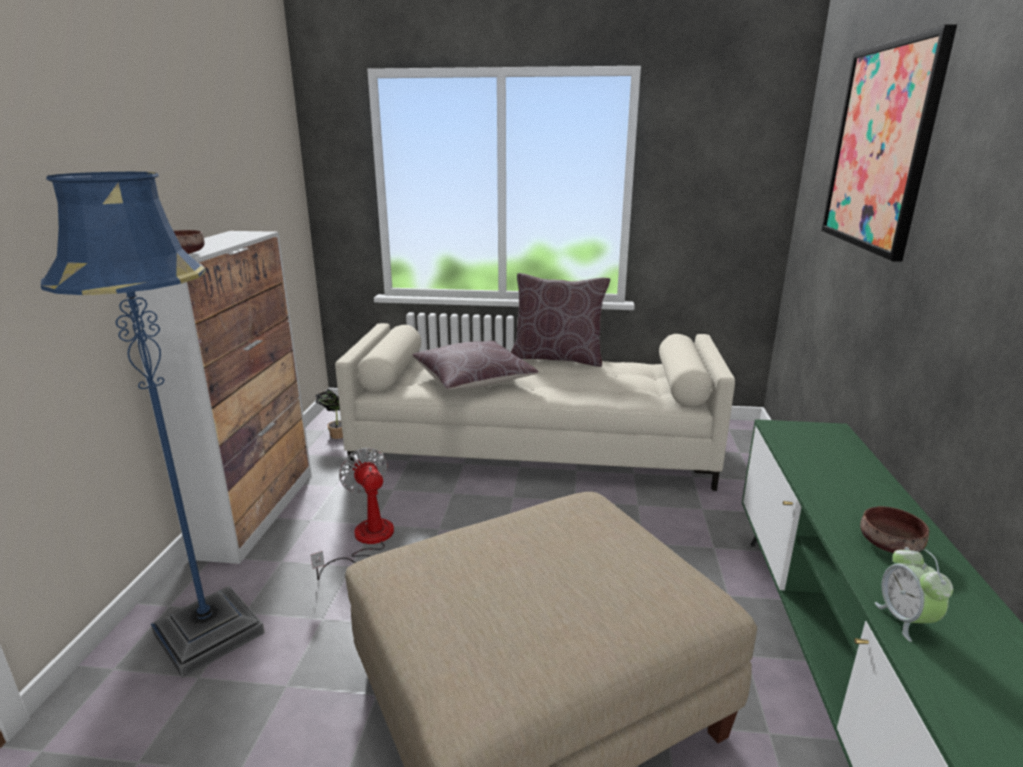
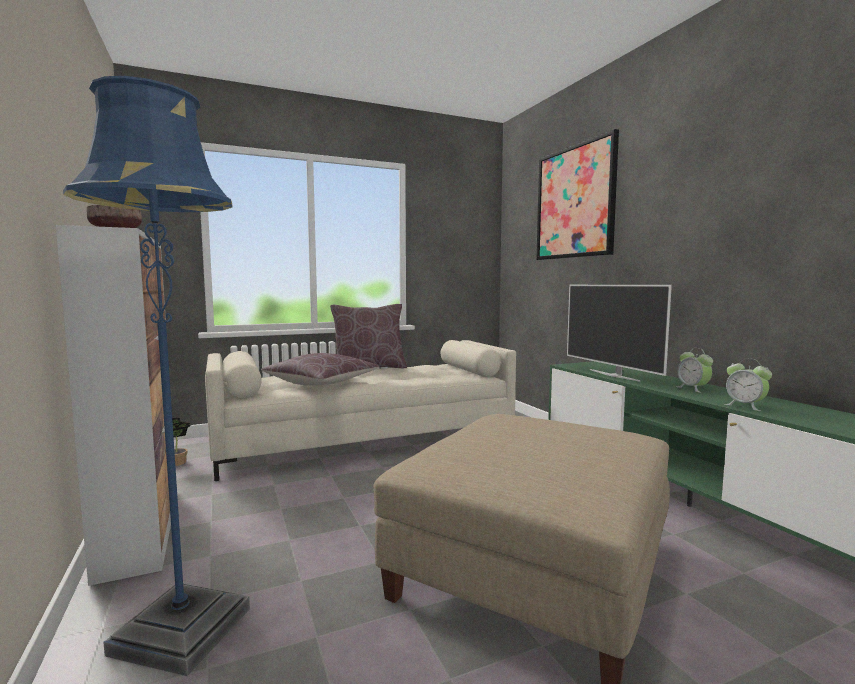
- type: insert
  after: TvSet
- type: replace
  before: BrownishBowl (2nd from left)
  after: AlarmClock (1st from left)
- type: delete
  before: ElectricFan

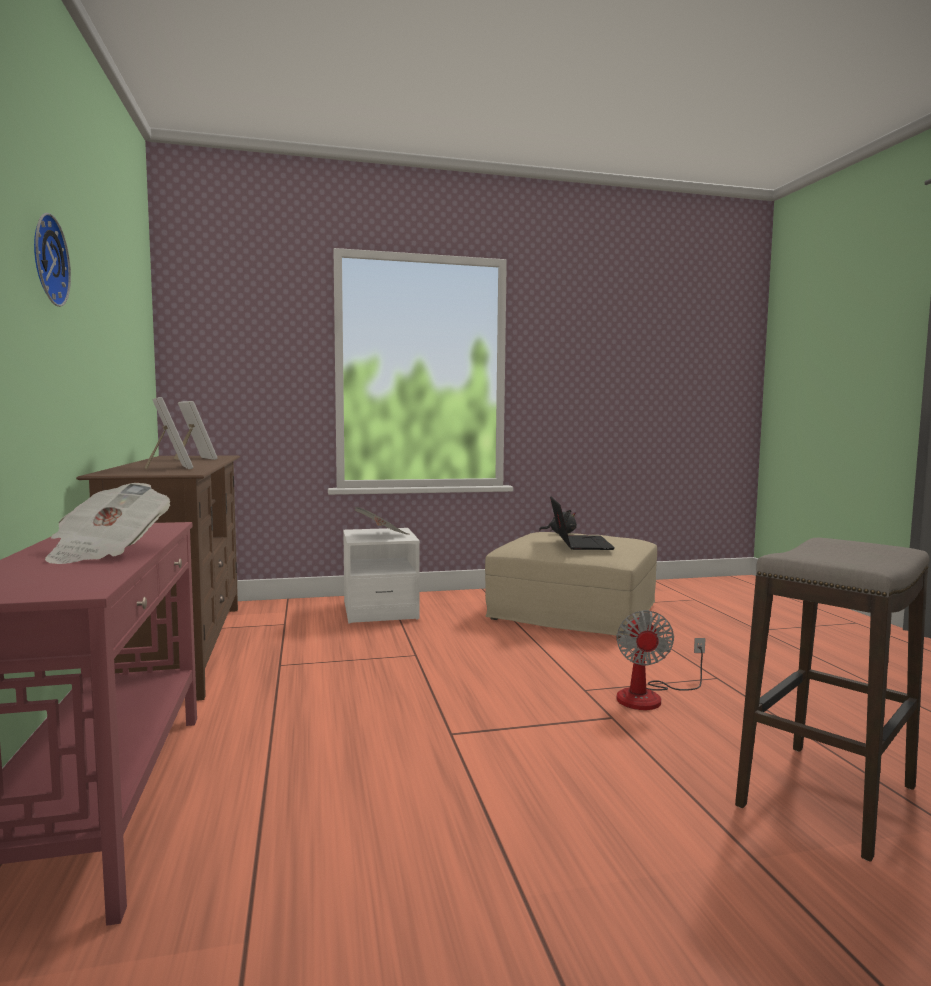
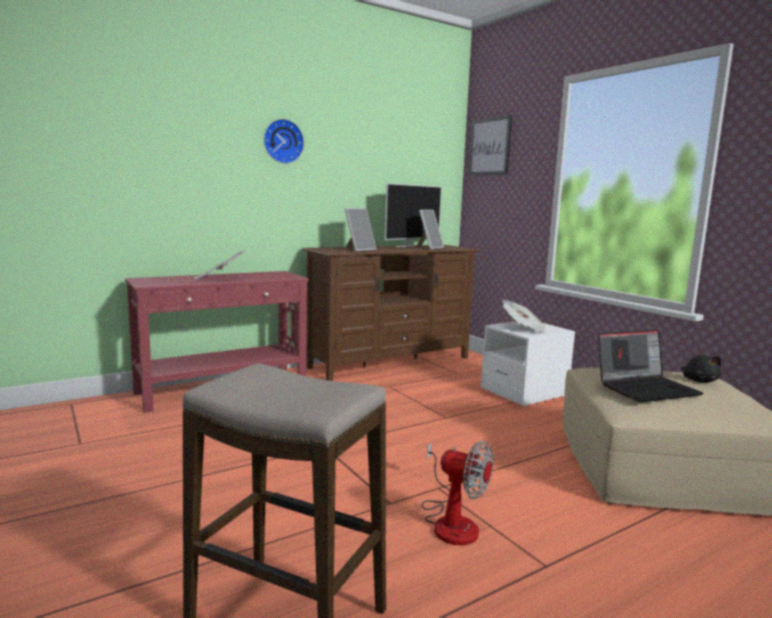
- type: insert
  after: TvSet
- type: rotate
  before: ElectricFan
  turn: -135
- type: insert
  after: Picture

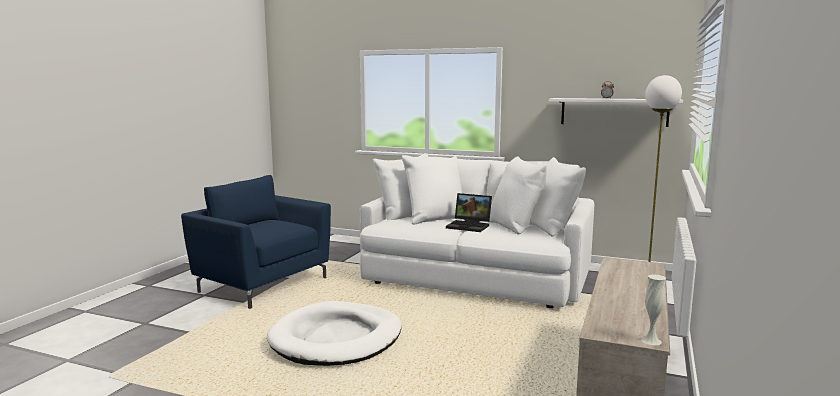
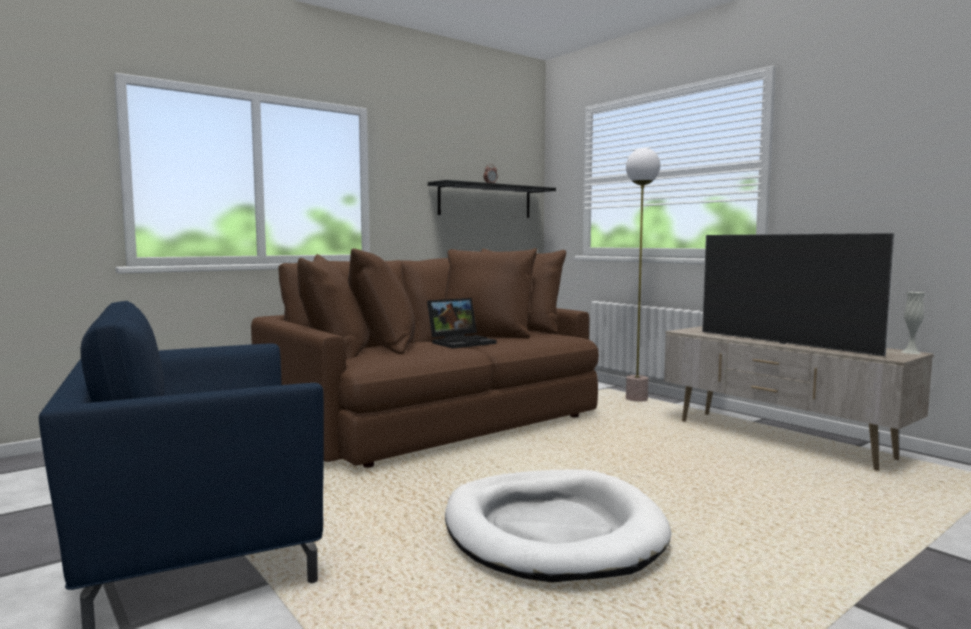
- type: recolor
  before: WhiteSofa
  after: BrownishSofa
- type: recolor
  before: WhiteShelf
  after: BlackShelf
- type: insert
  after: TvSet

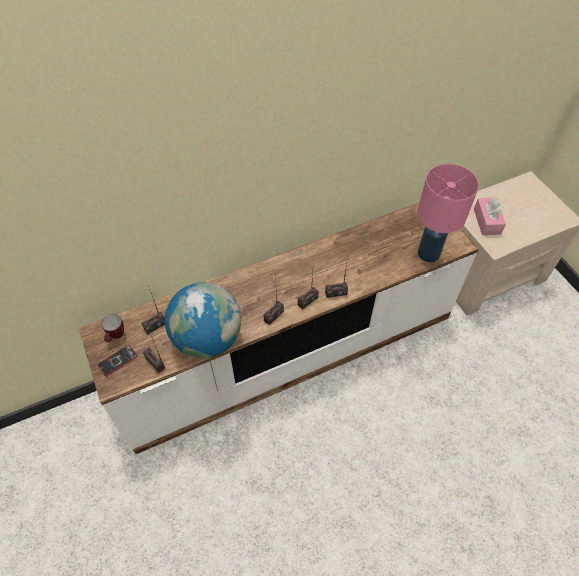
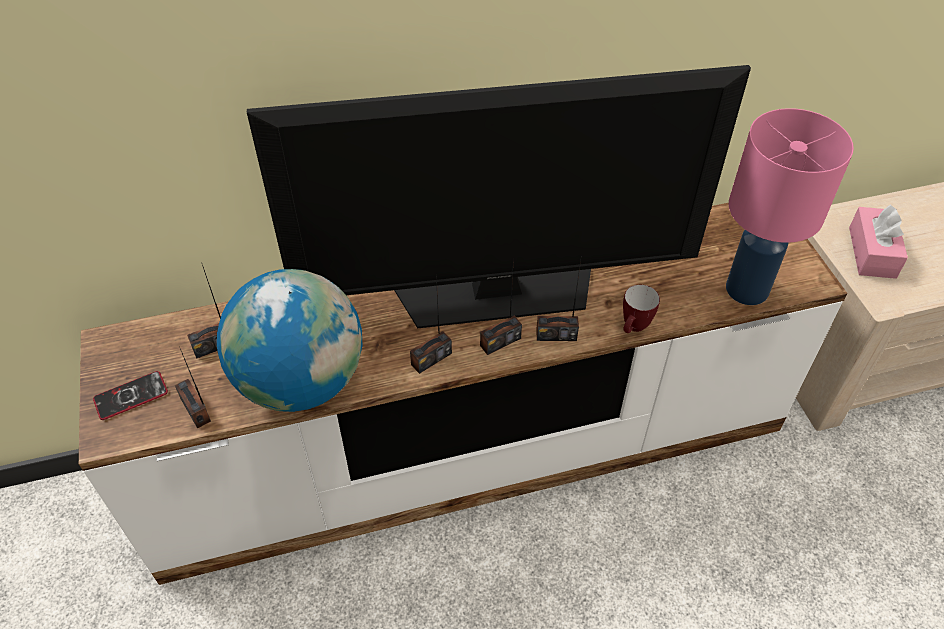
- type: insert
  after: TvSet
- type: move
  before: Mug

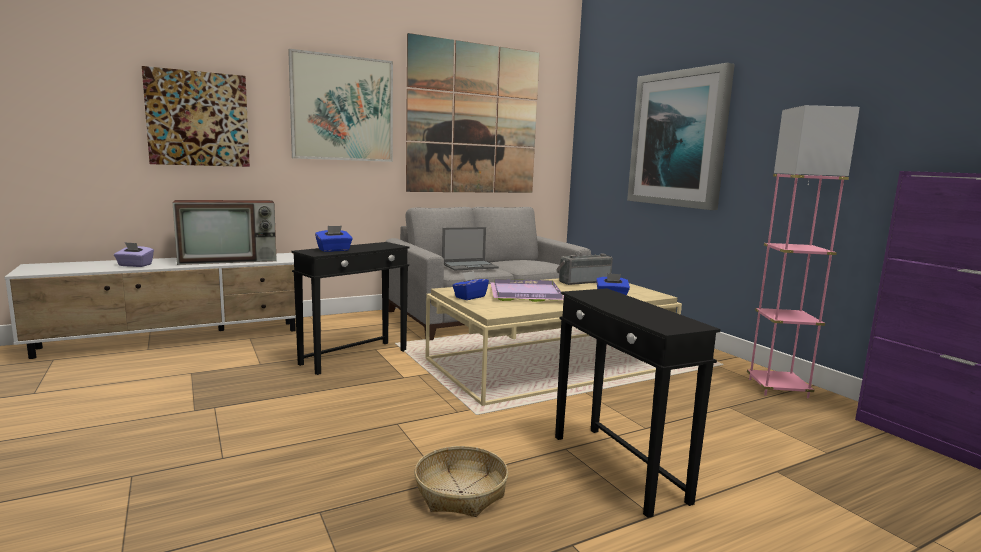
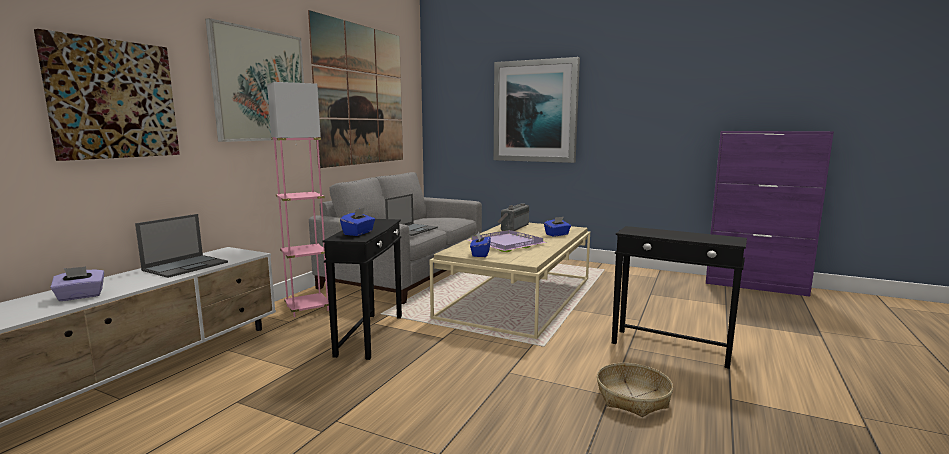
- type: replace
  before: TvSet
  after: NotebookComputer (1st from left)
- type: move
  before: PinkishStandingLamp

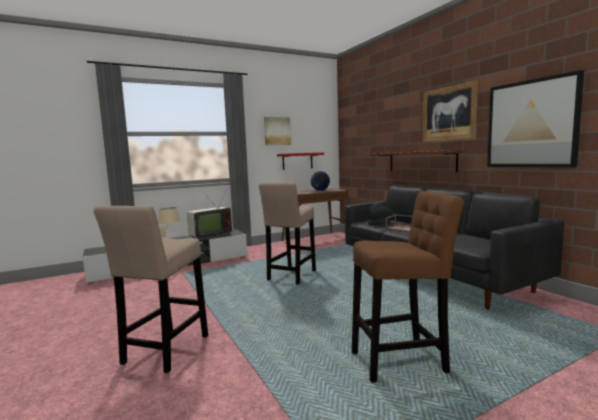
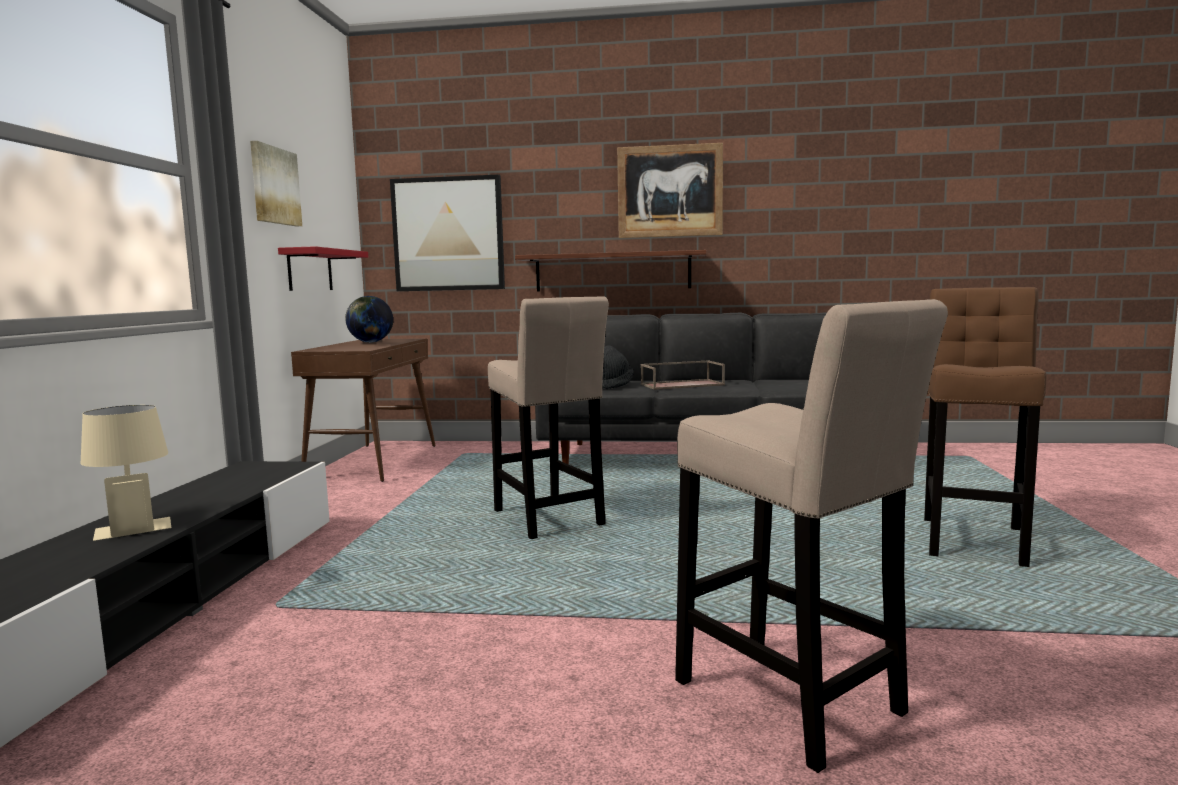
- type: move
  before: Picture (3rd from left in the first image)
  after: Picture (2nd from left)
- type: delete
  before: TvSet

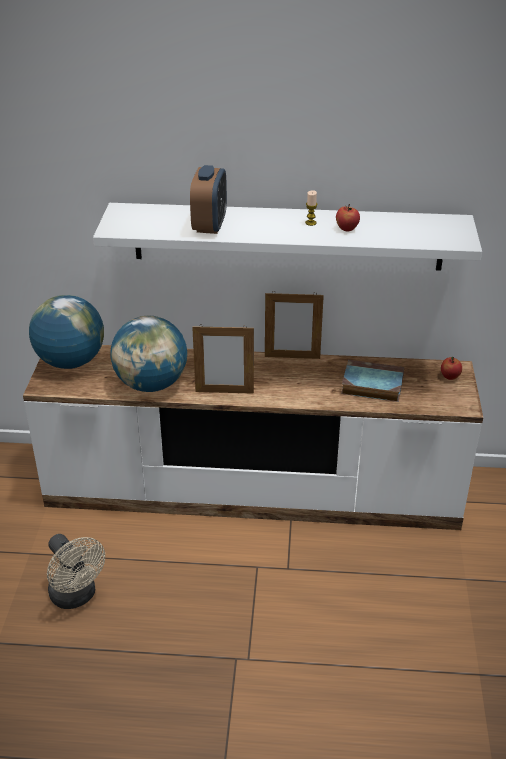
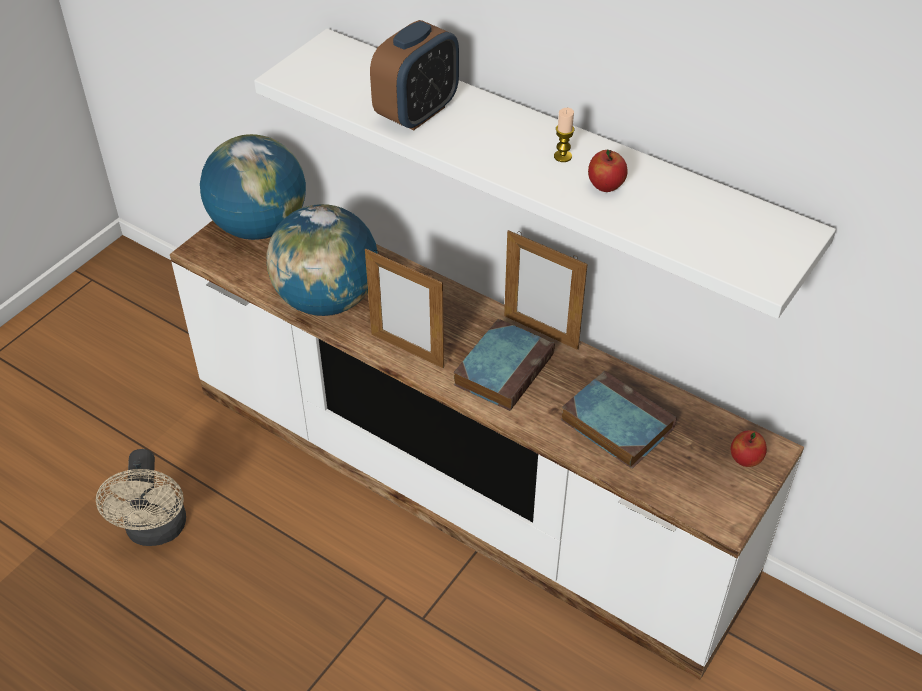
- type: insert
  after: Book (1st from left)

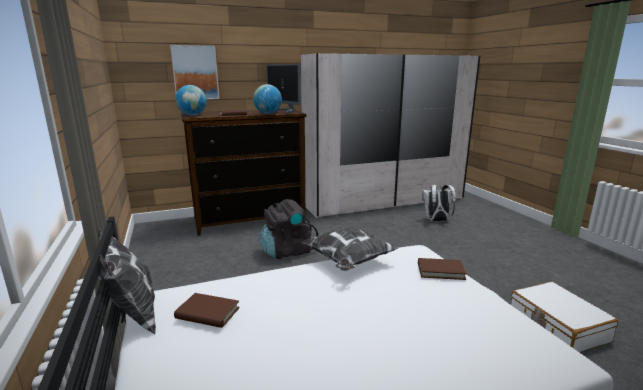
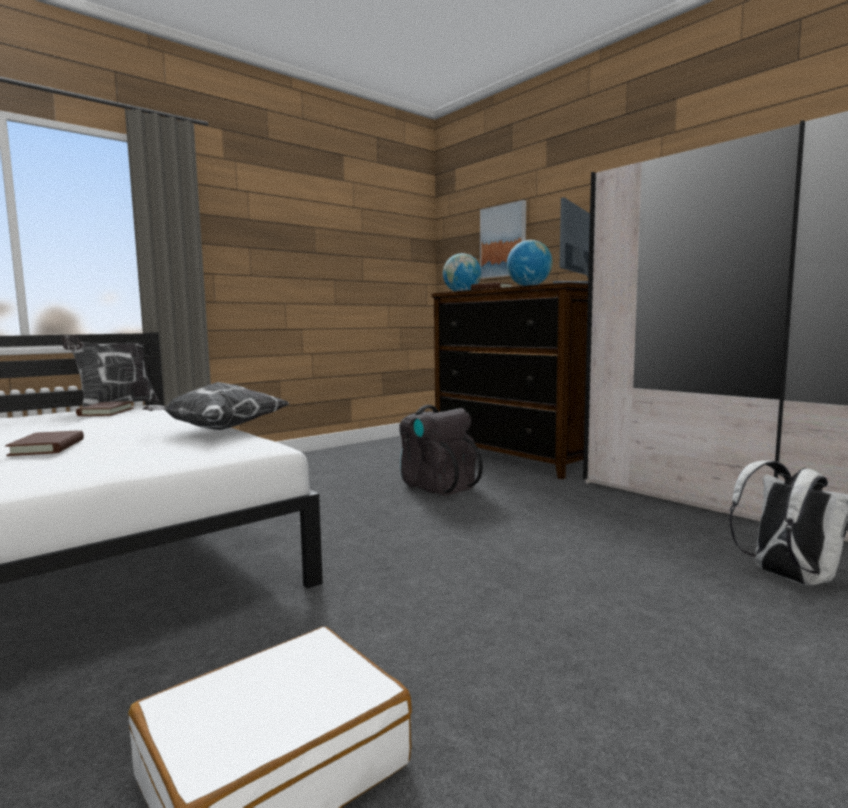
- type: move
  before: BrownishBook (3rd from left in the first image)
  after: BrownishBook (1st from left)

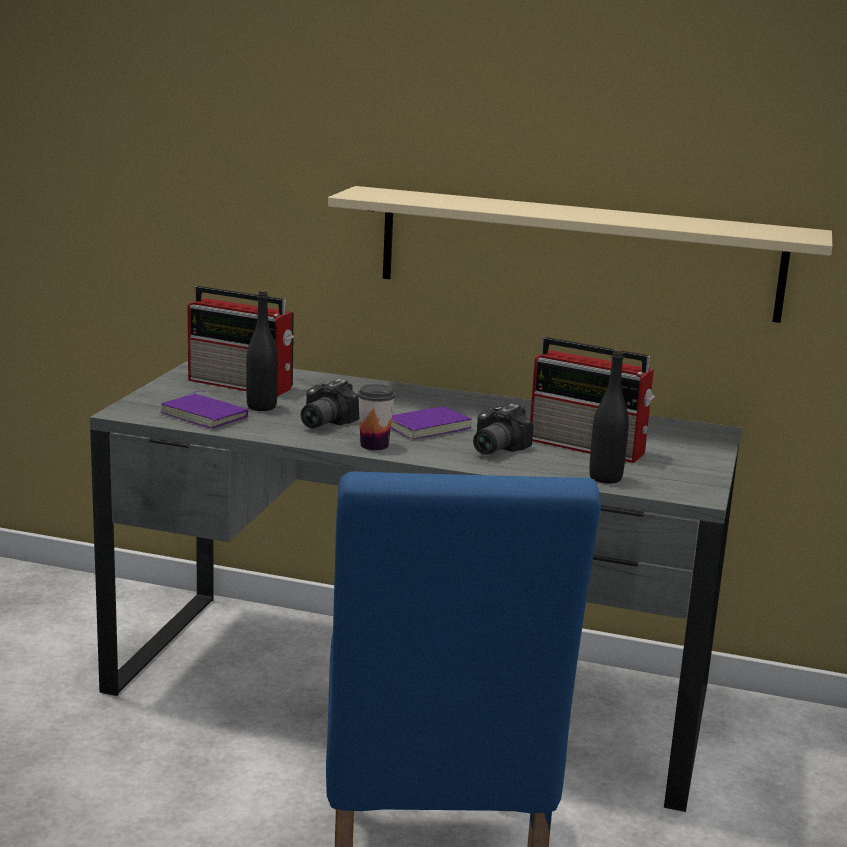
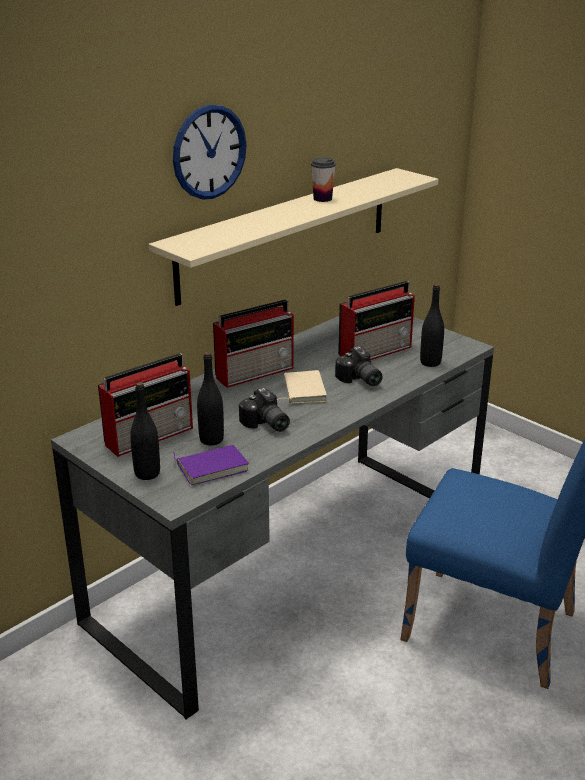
- type: insert
  after: BlackBeverageBottle (1st from left)
- type: insert
  after: ClockOnTheWall
- type: insert
  after: RadioReceiver (2nd from left)
- type: recolor
  before: PurpleBook (2nd from left)
  after: SandColouredBook
- type: move
  before: DrinkingCup

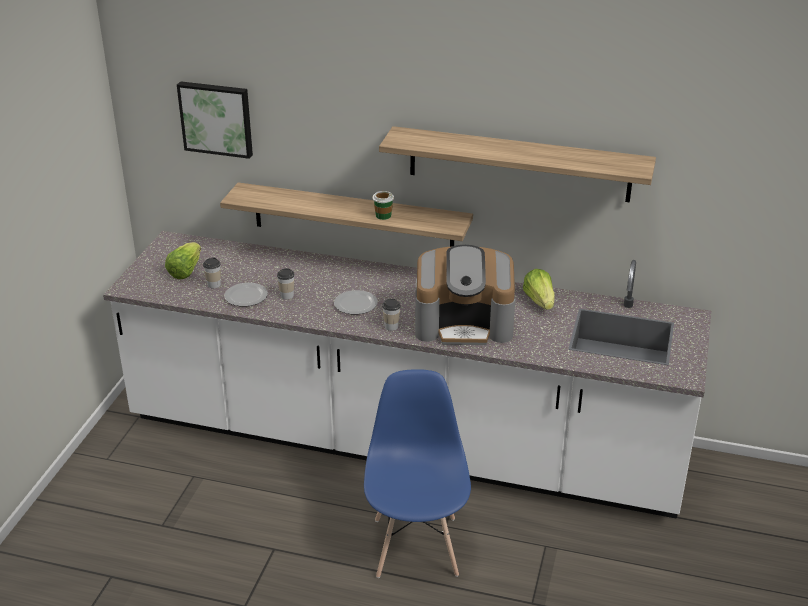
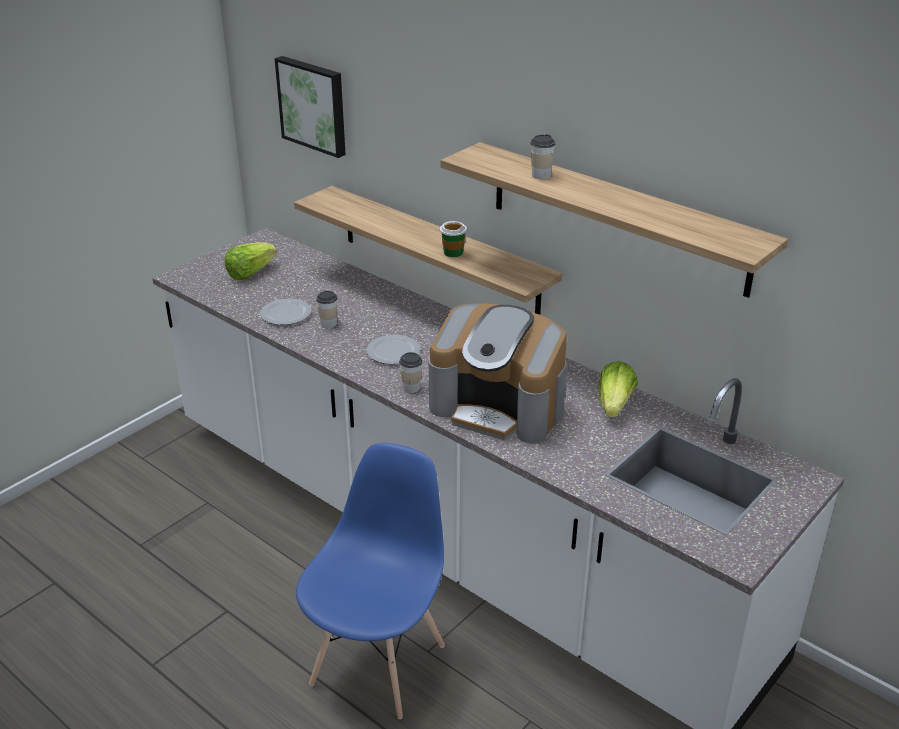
- type: move
  before: DrinkingCup (1st from left in the first image)
  after: DrinkingCup (4th from left)

